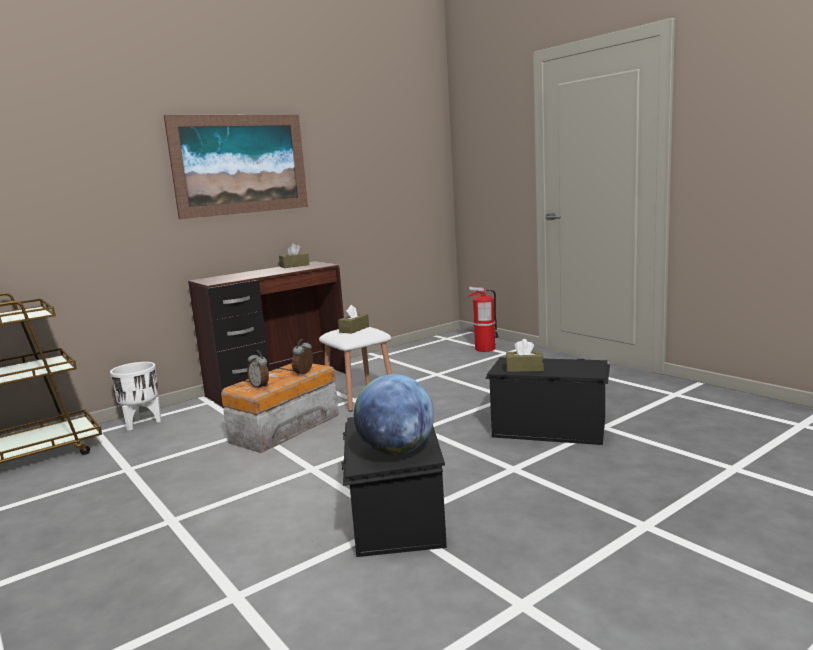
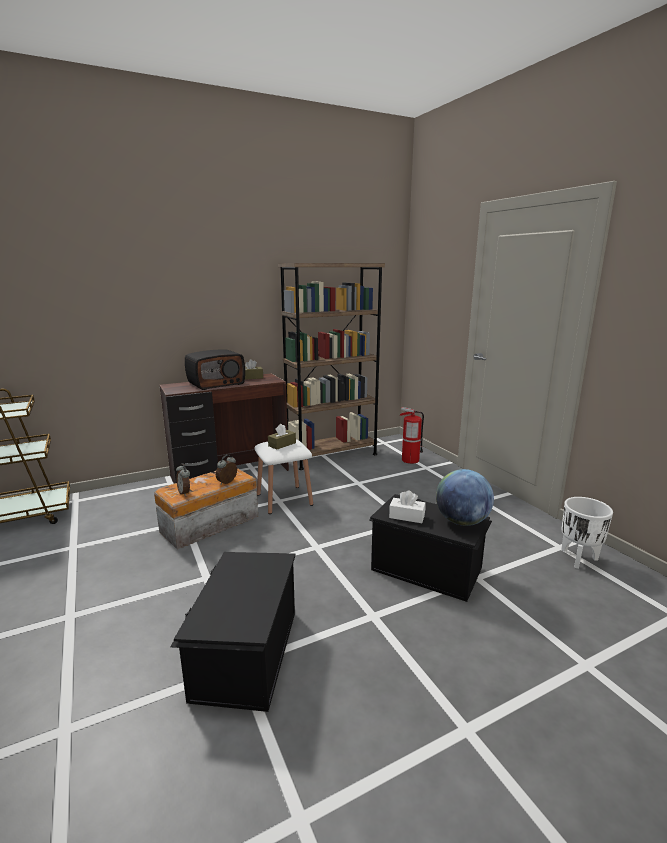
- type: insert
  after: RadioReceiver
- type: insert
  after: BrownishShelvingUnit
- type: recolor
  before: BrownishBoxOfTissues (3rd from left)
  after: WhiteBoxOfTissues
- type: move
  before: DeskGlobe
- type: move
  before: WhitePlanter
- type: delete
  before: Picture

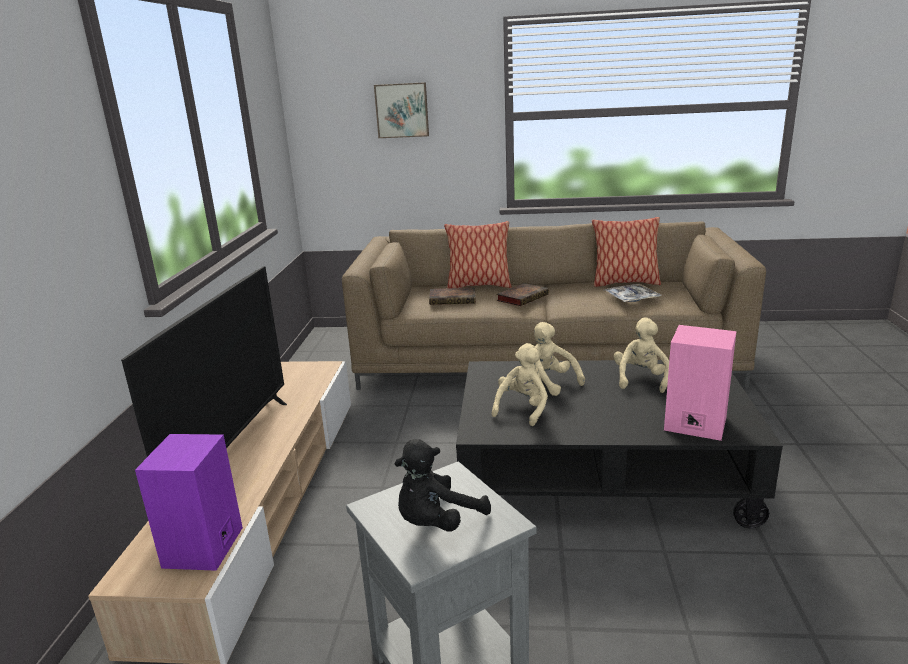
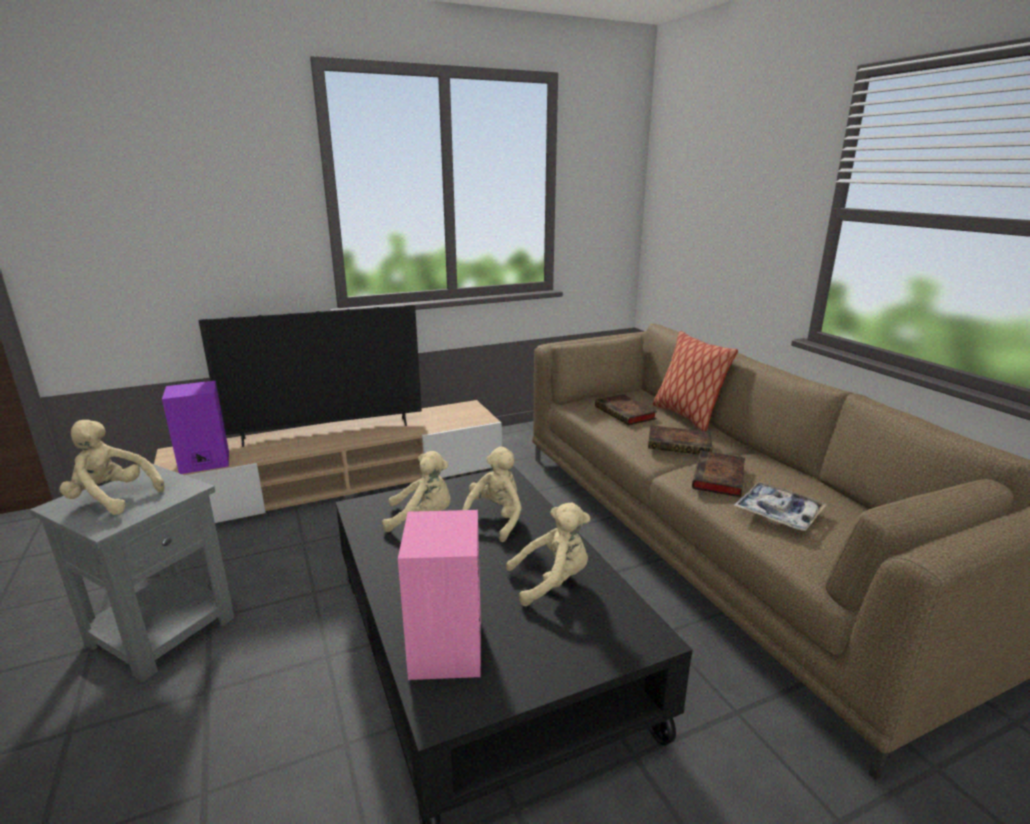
- type: recolor
  before: BlackSoftToy
  after: SandColouredSoftToy (1st from left)
- type: insert
  after: Book (3rd from left)
- type: delete
  before: Picture
- type: delete
  before: Cushion (2nd from left)

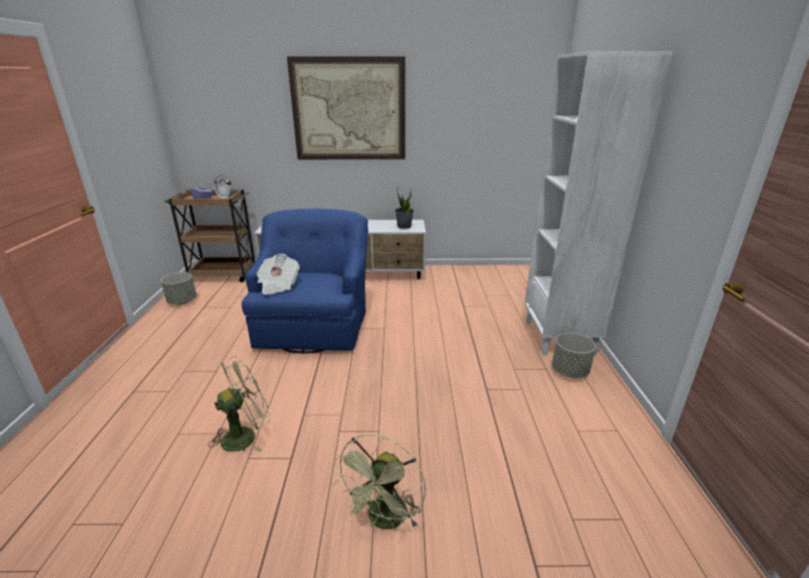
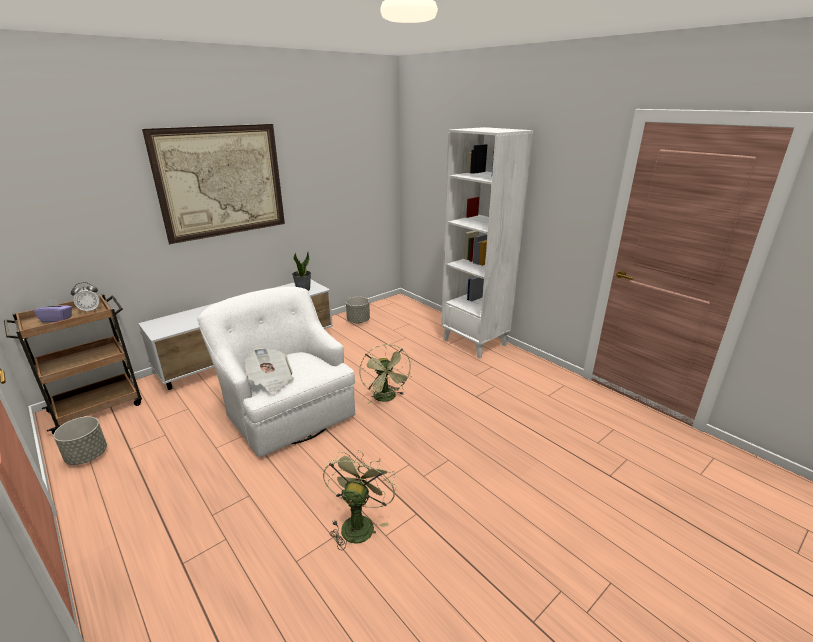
- type: recolor
  before: BlueEasyChair
  after: WhiteEasyChair
- type: move
  before: GrayPlanter (2nd from left)
- type: move
  before: GreenishElectricFan (2nd from left)

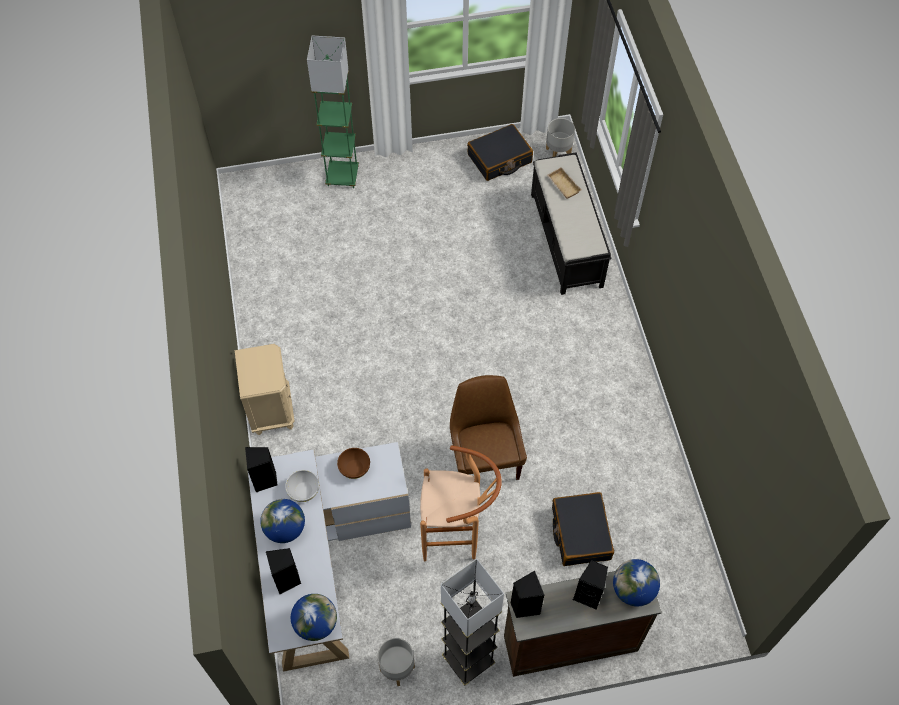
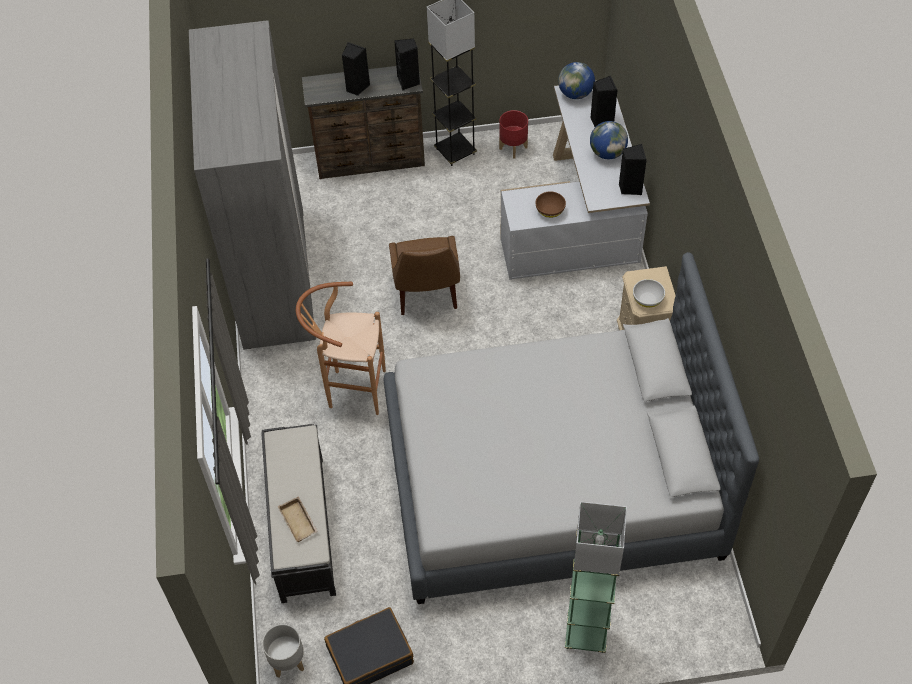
- type: insert
  after: GrayClothesCupboard
- type: move
  before: BrownishStool
- type: insert
  after: GraySleepingBed
- type: recolor
  before: GrayPlanter (1st from left)
  after: RedColouredPlanter
- type: move
  before: WhiteBowl
- type: delete
  before: BlackSuitcase (2nd from left)
- type: delete
  before: DeskGlobe (3rd from left)

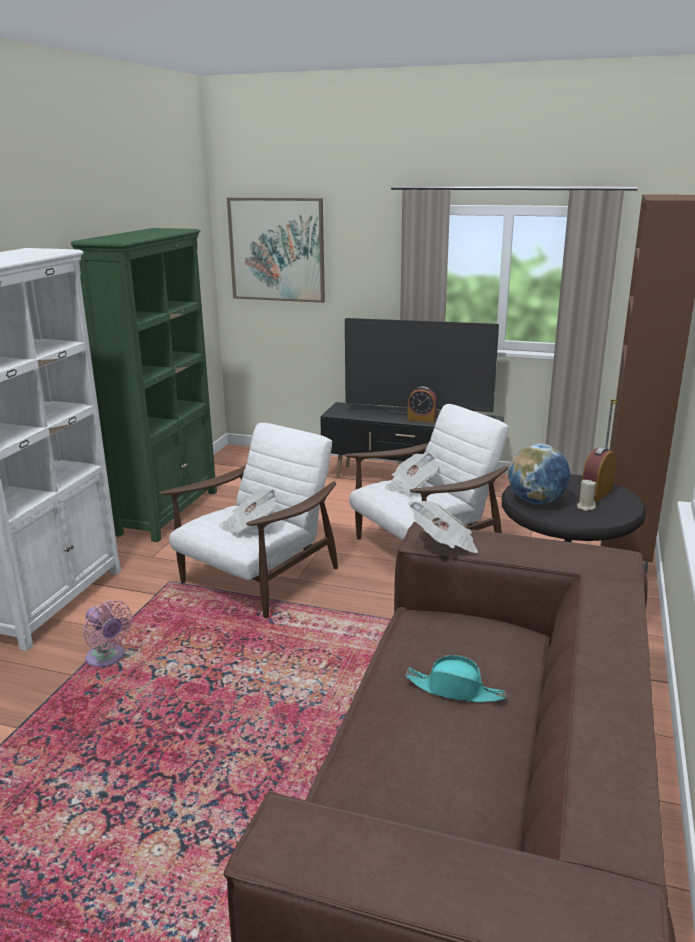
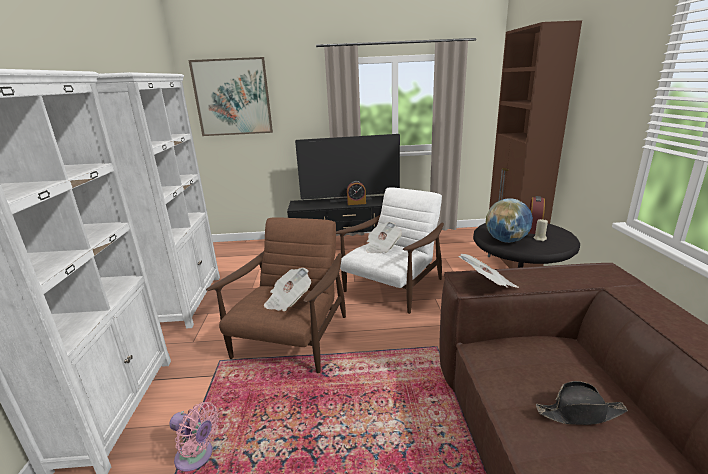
- type: recolor
  before: GreenishShelvingUnit
  after: WhiteShelvingUnit (2nd from left)
- type: recolor
  before: WhiteEasyChair (1st from left)
  after: BrownishEasyChair
- type: recolor
  before: TurquoiseColouredClothingHat
  after: BlackClothingHat

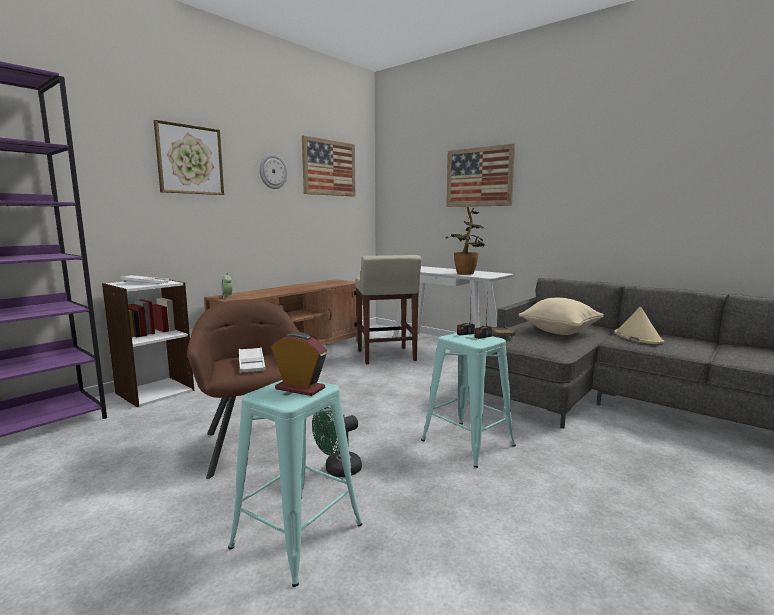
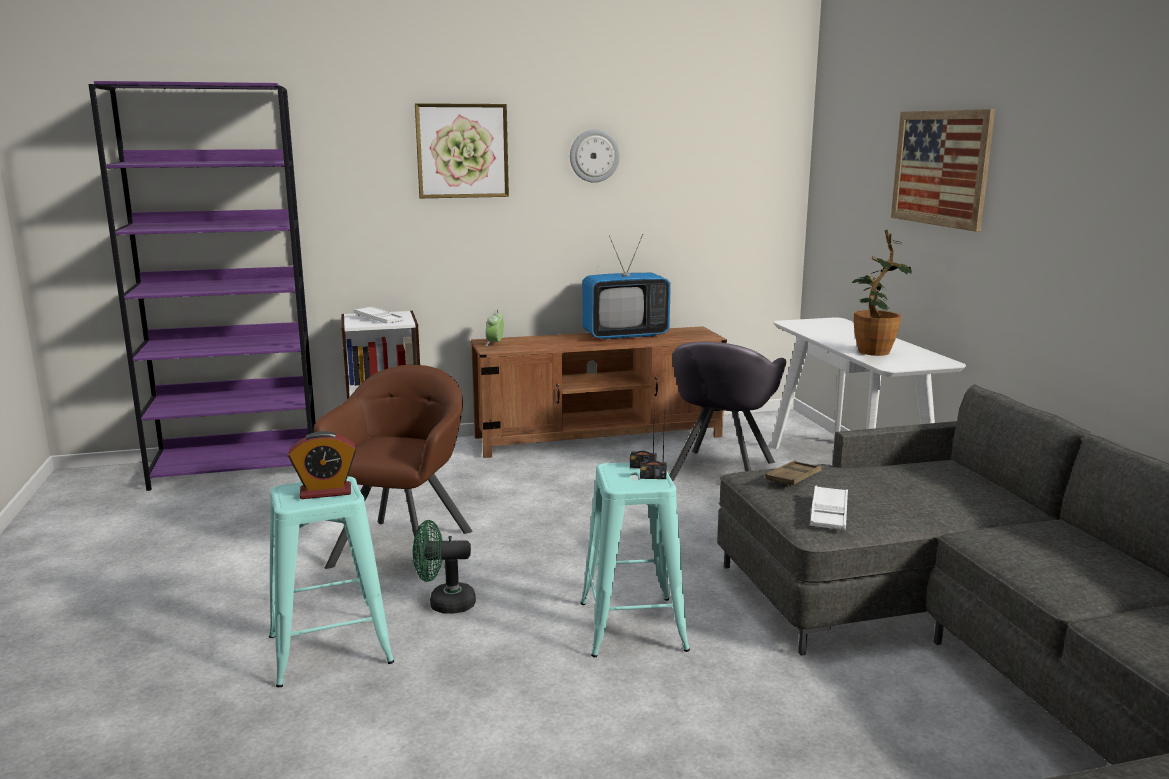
- type: rotate
  before: AlarmClock (2nd from left in the first image)
  turn: 105
- type: insert
  after: TvSet
- type: replace
  before: SandColouredStool
  after: GrayEasyChair
- type: move
  before: WhiteCarryingTray (2nd from left)
- type: delete
  before: Picture (2nd from left)
- type: delete
  before: SandColouredCushion
- type: delete
  before: SandColouredClothingHat

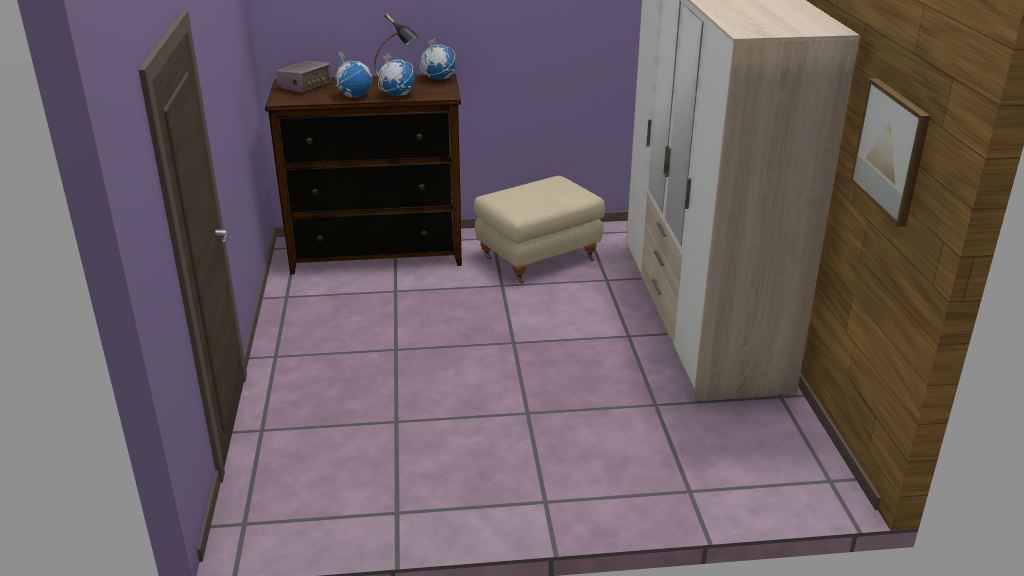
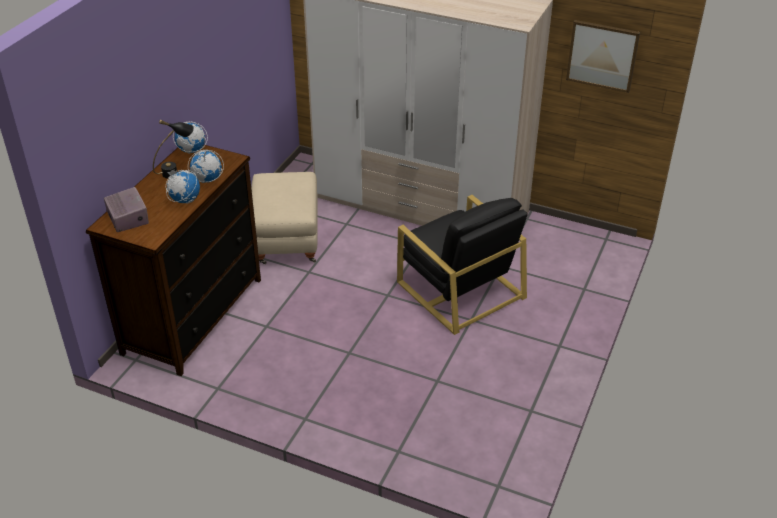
- type: insert
  after: BlackEasyChair

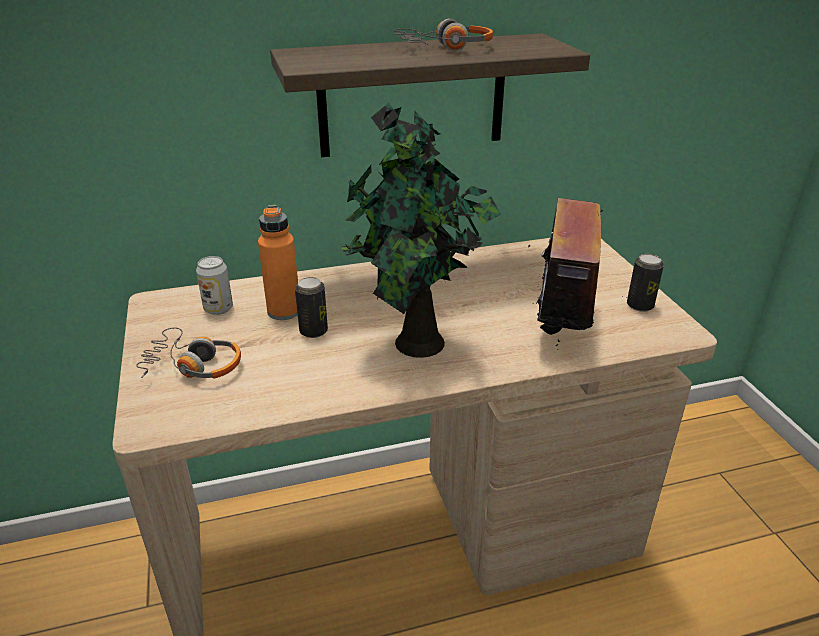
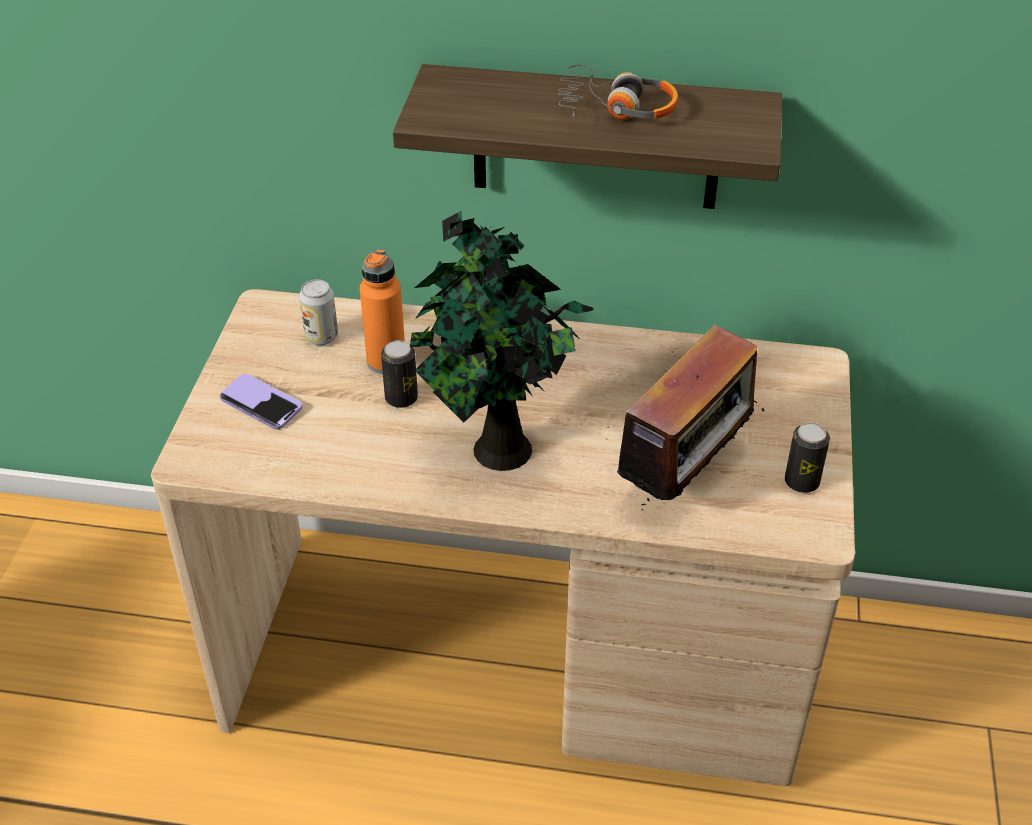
- type: replace
  before: PairOfHeadphones (1st from left)
  after: Phone

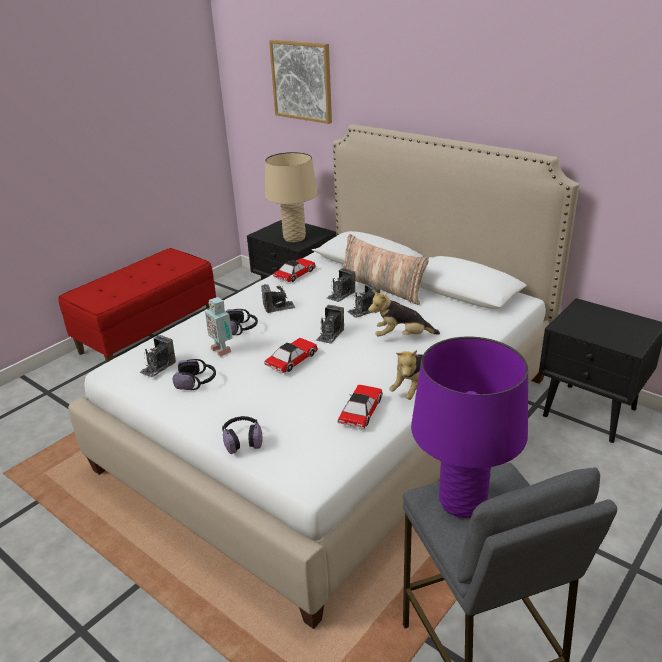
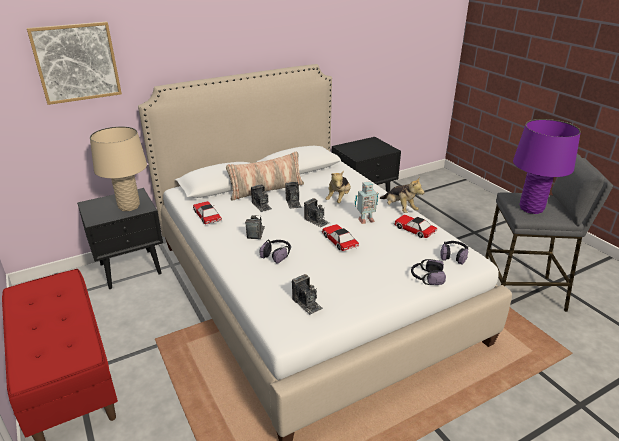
- type: move
  before: ToyRobot
- type: move
  before: PairOfHeadphones (1st from left in the first image)
  after: PairOfHeadphones (3rd from left)

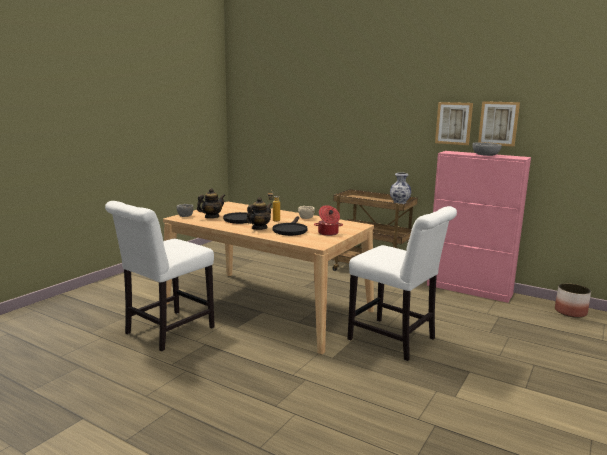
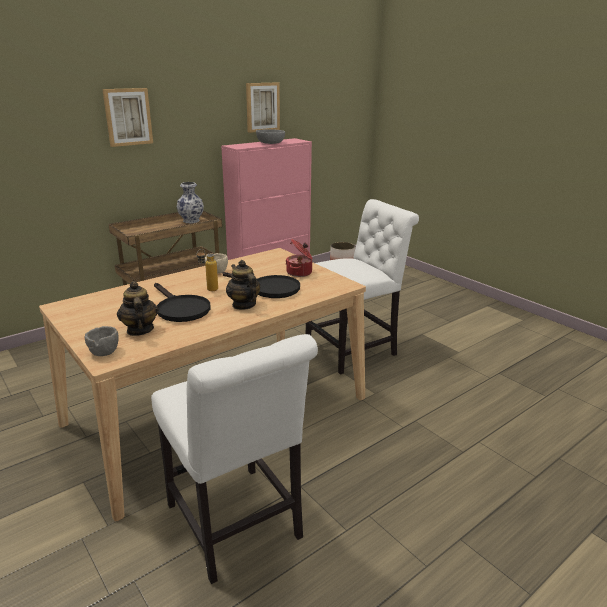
- type: move
  before: Picture (1st from left)

